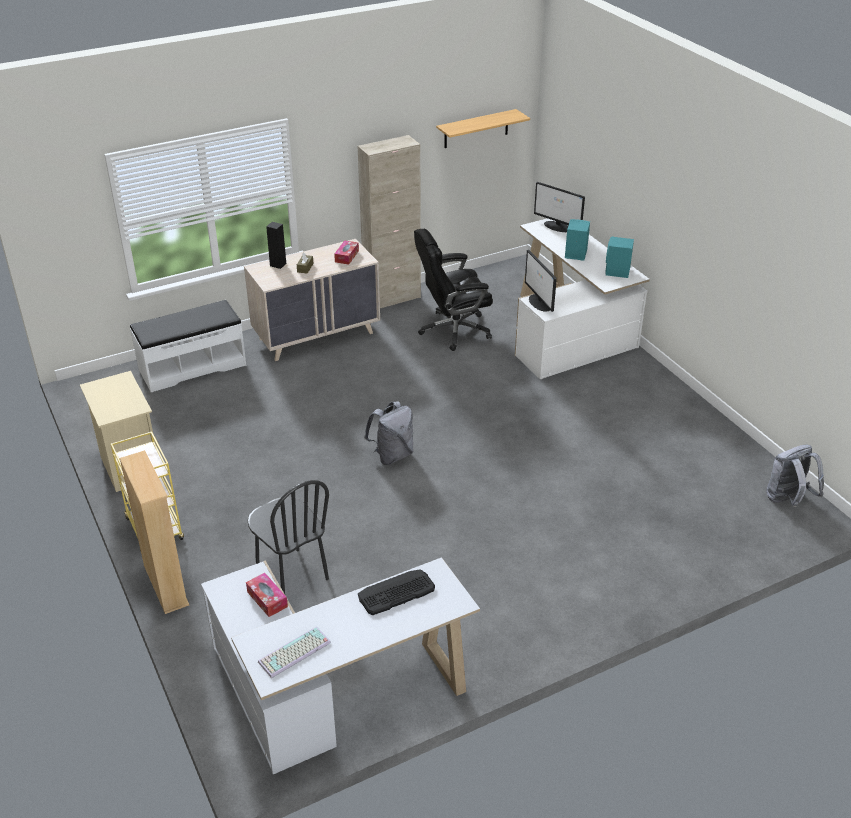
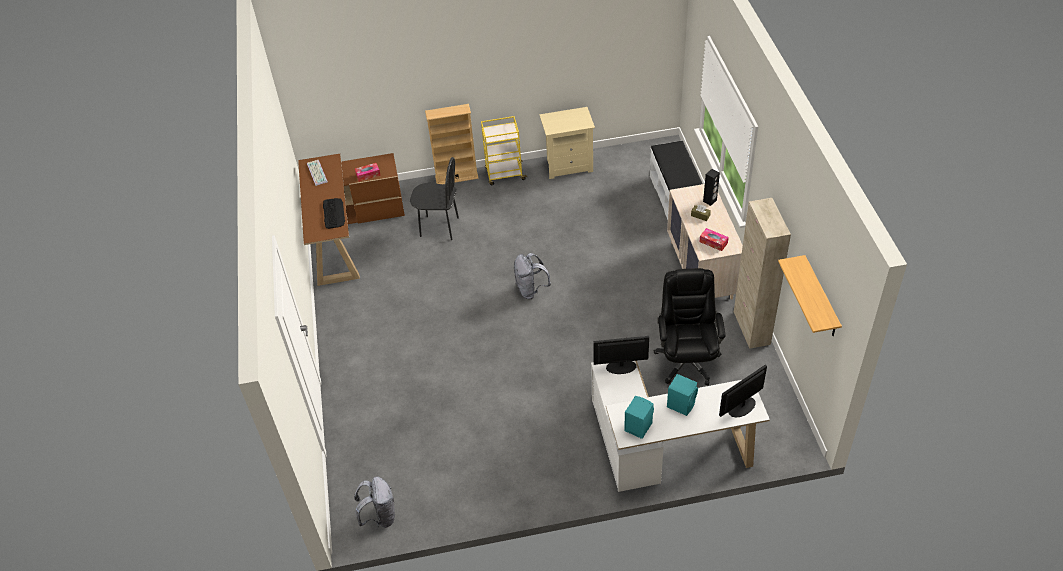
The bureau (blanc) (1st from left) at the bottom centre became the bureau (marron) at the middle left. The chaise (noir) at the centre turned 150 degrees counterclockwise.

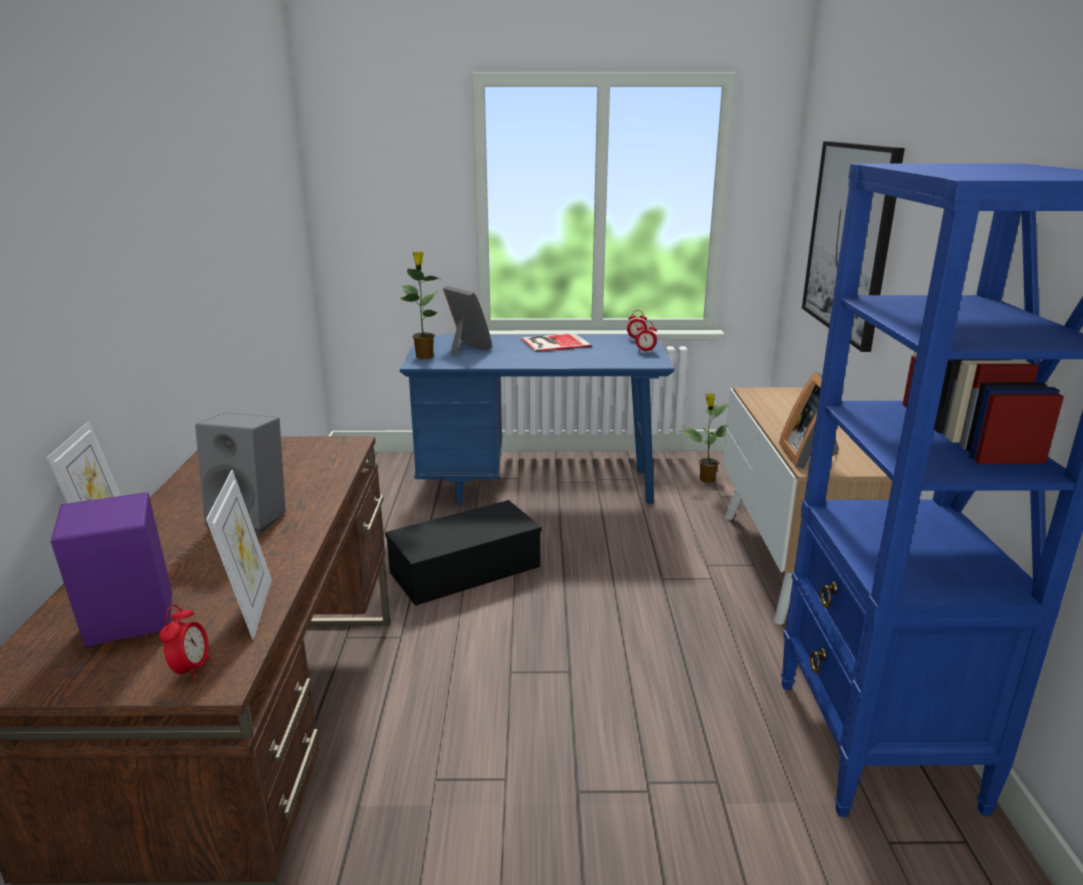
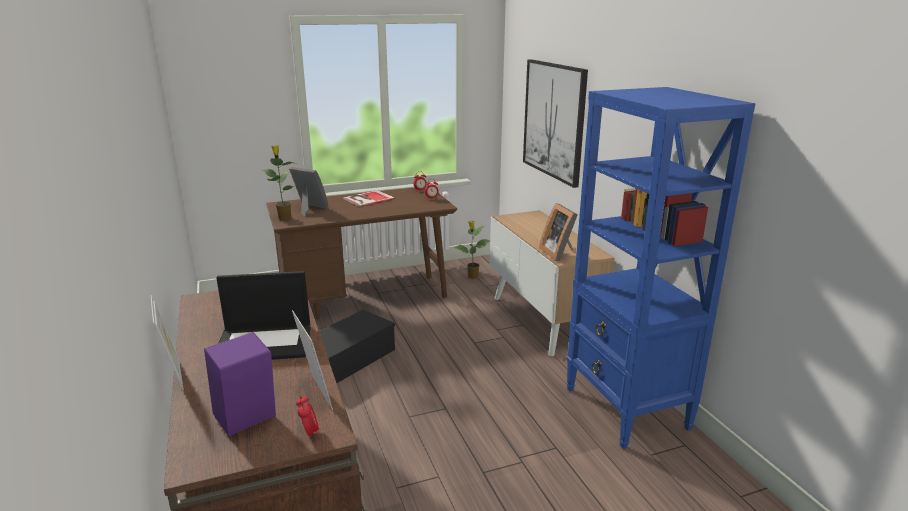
The enceinte (gris) at the middle left was replaced by the ordinateur portable at the middle left. The bureau (bleu) at the centre became the bureau (marron) (2nd from left) at the centre.

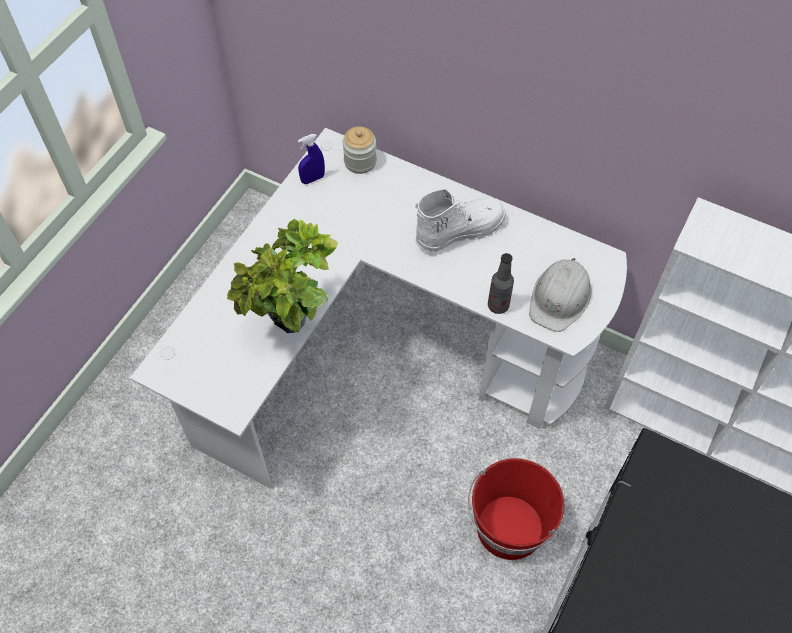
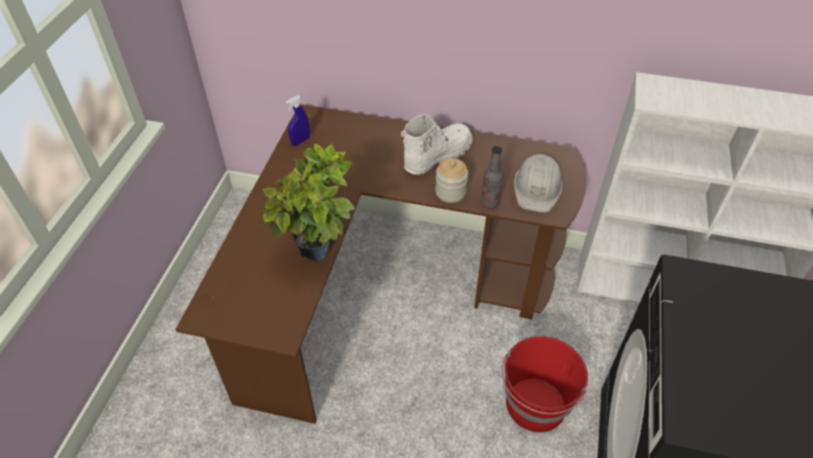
The bureau (blanc) at the centre became the bureau (marron) at the centre. The bocal moved from the top centre to the centre.

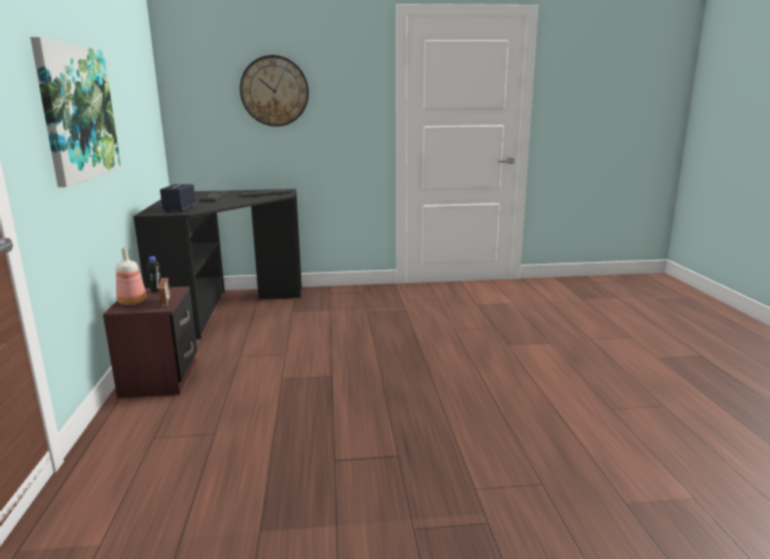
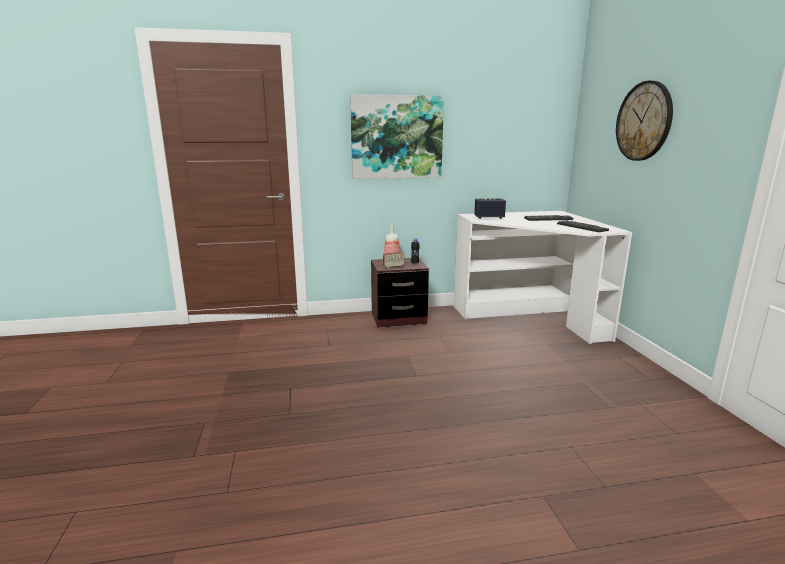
The bureau (noir) at the middle left became the bureau (blanc) at the middle right.

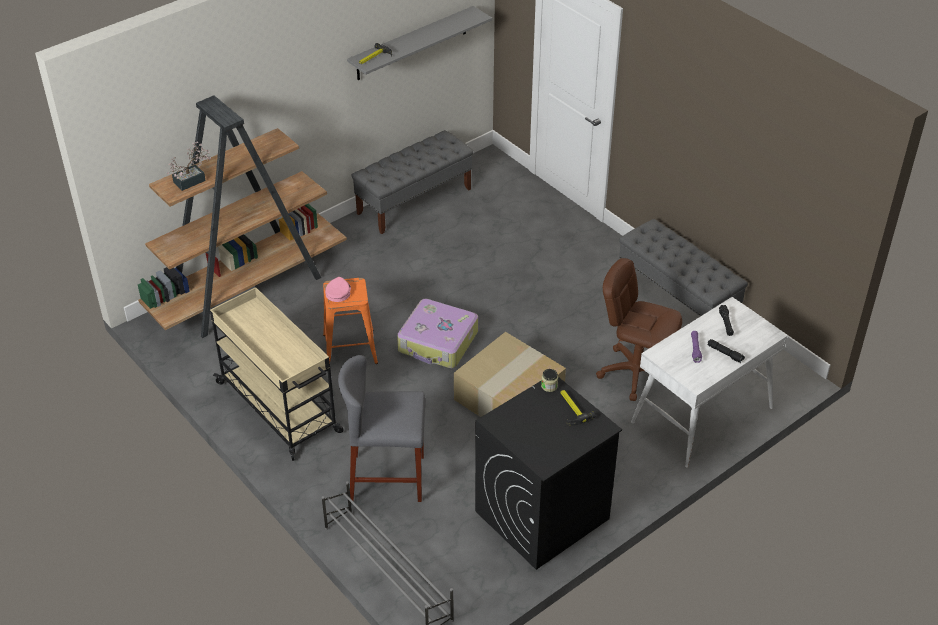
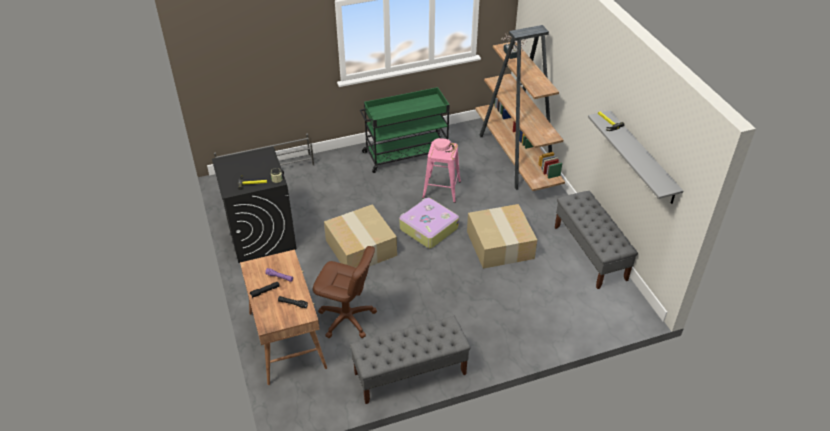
The chariot (beige) at the middle left became the chariot (vert) at the top centre. The tabouret (orange) at the centre became the tabouret (rose) at the centre. The tabouret (gris) at the bottom centre disappeared. The chaise de bureau (marron) at the middle right turned 60 degrees clockwise. The bureau (blanc) at the middle right became the bureau (marron) at the bottom centre. The carton (2nd from left) at the centre appeared.

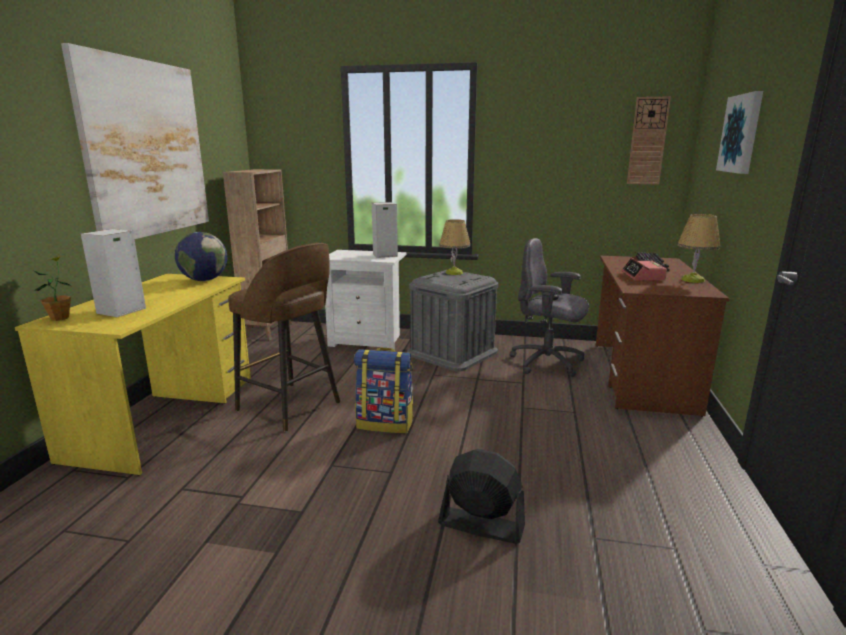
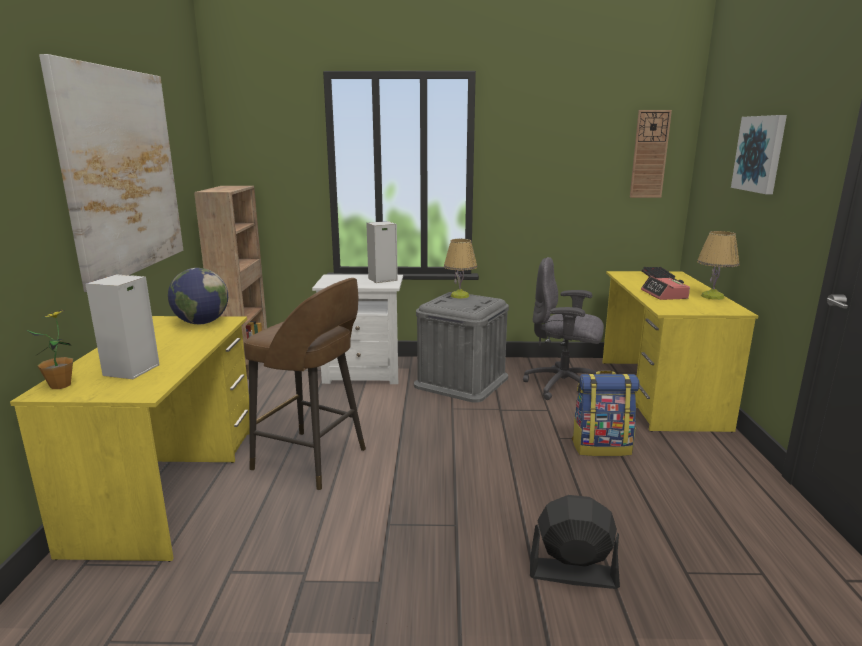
The sac à dos moved from the centre to the middle right. The bureau (marron) at the middle right became the bureau (jaune) (2nd from left) at the middle right.

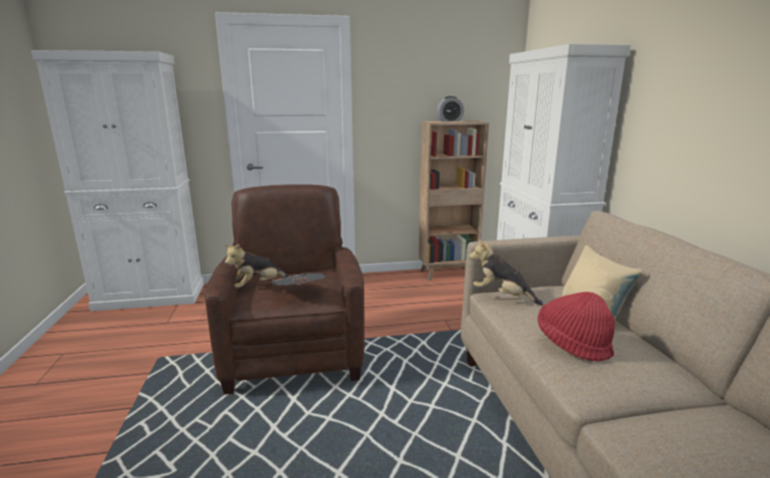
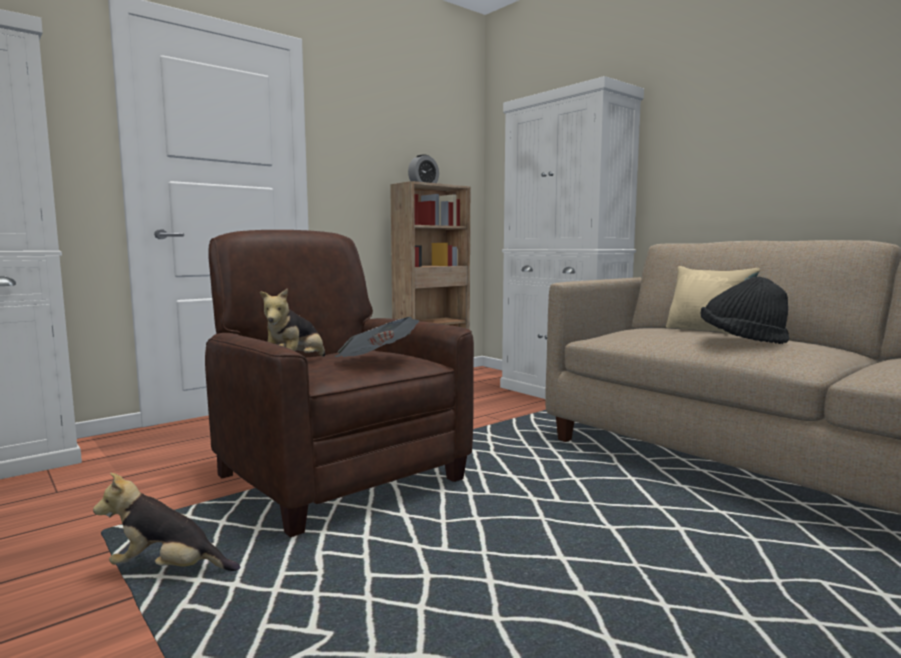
The peluche (2nd from left in the first image) moved from the centre to the bottom left. The chapeau (rouge) at the bottom right became the chapeau (noir) at the middle right.

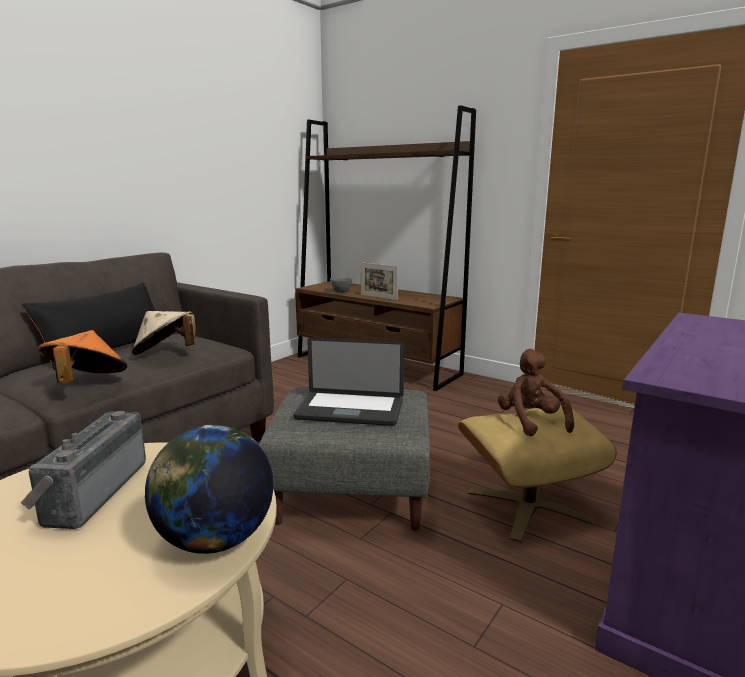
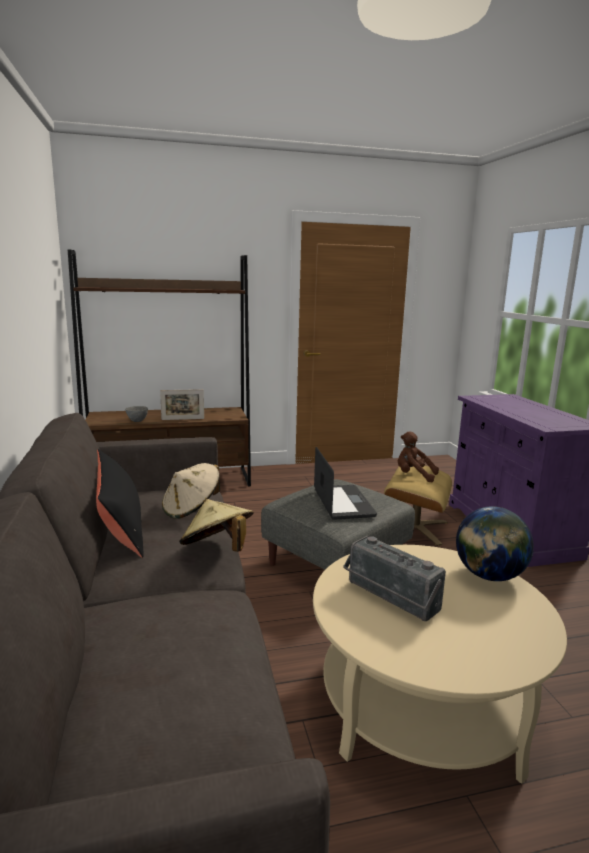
The chapeau (orange) at the middle left became the chapeau (beige) (2nd from left) at the centre. The ordinateur portable at the centre turned 60 degrees counterclockwise.

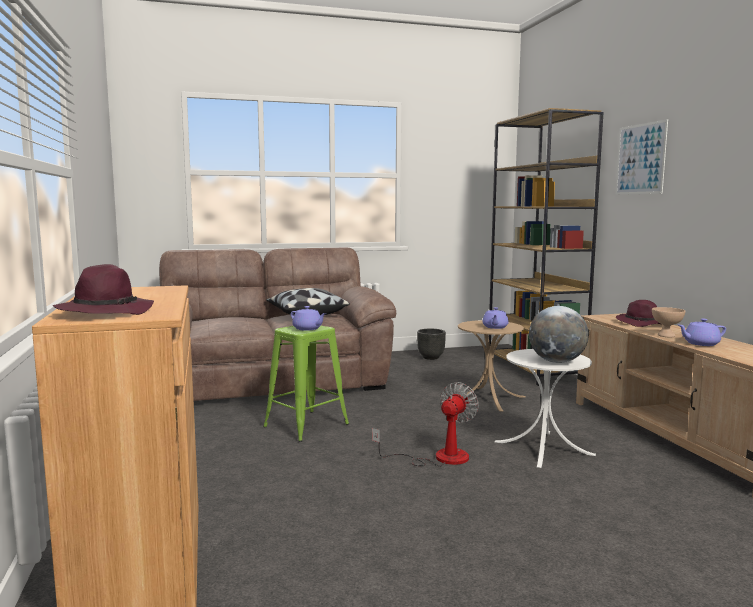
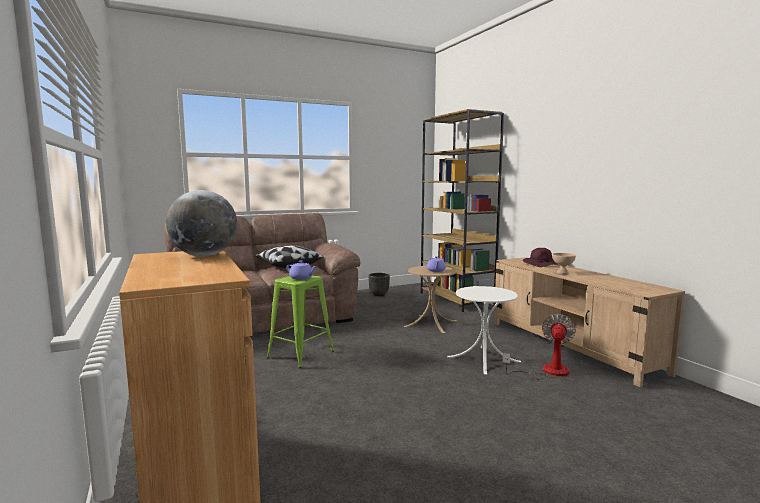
The chapeau (violet) (1st from left) at the middle left disappeared. The ventilateur moved from the bottom centre to the bottom right. The globe moved from the middle right to the middle left. The tableau at the top right disappeared. The théière (violet) (3rd from left) at the middle right disappeared.

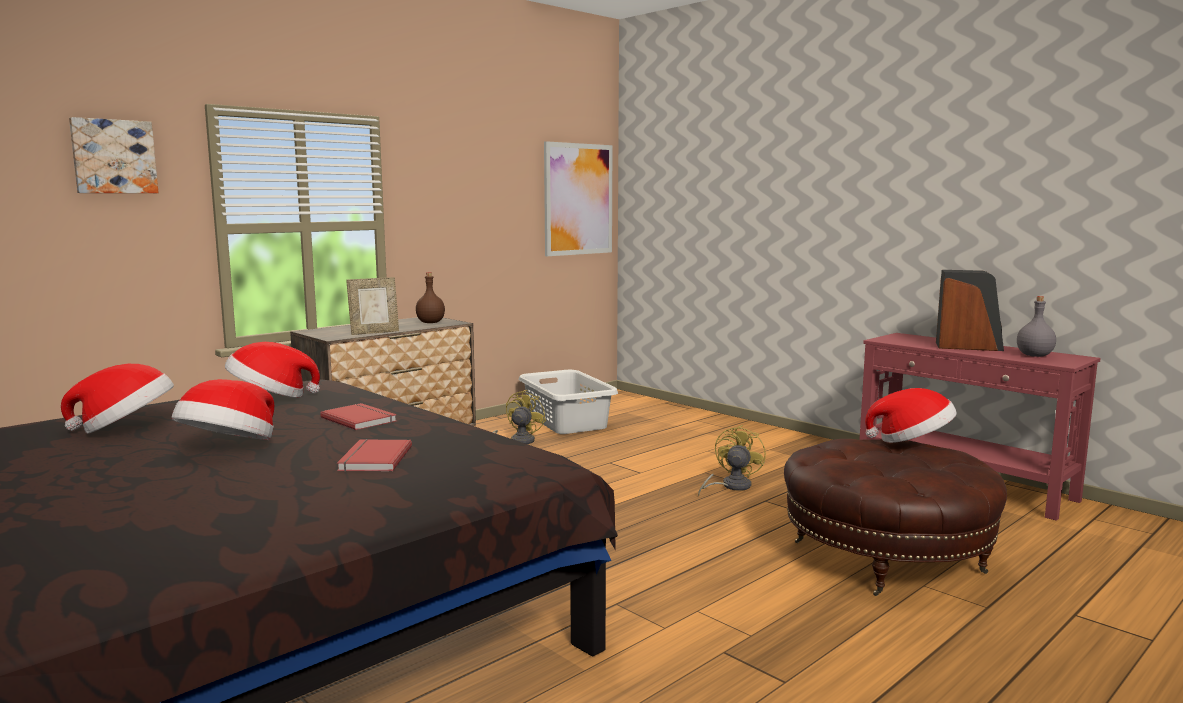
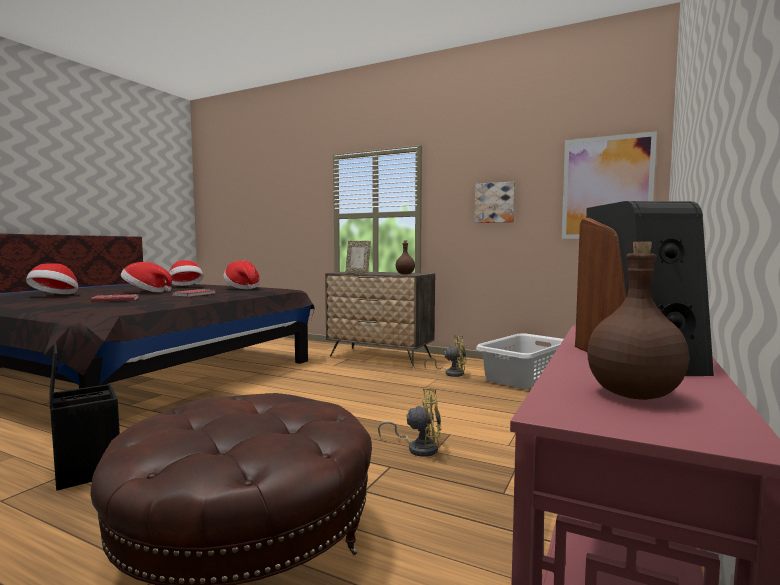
The tableau (1st from left) moved from the top left to the centre. The chapeau (4th from left in the first image) moved from the middle right to the middle left. The bouteille (gris) at the middle right became the bouteille (marron) (2nd from left) at the middle right. The boîte de rangement (noir) at the bottom left appeared.

